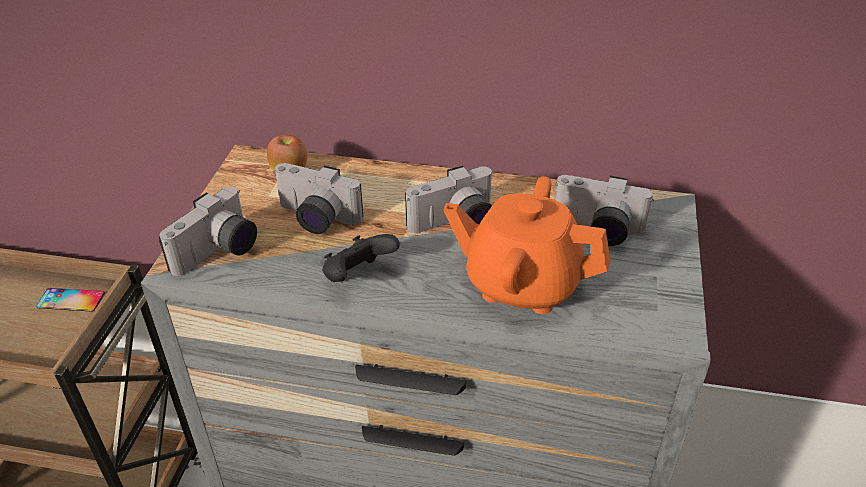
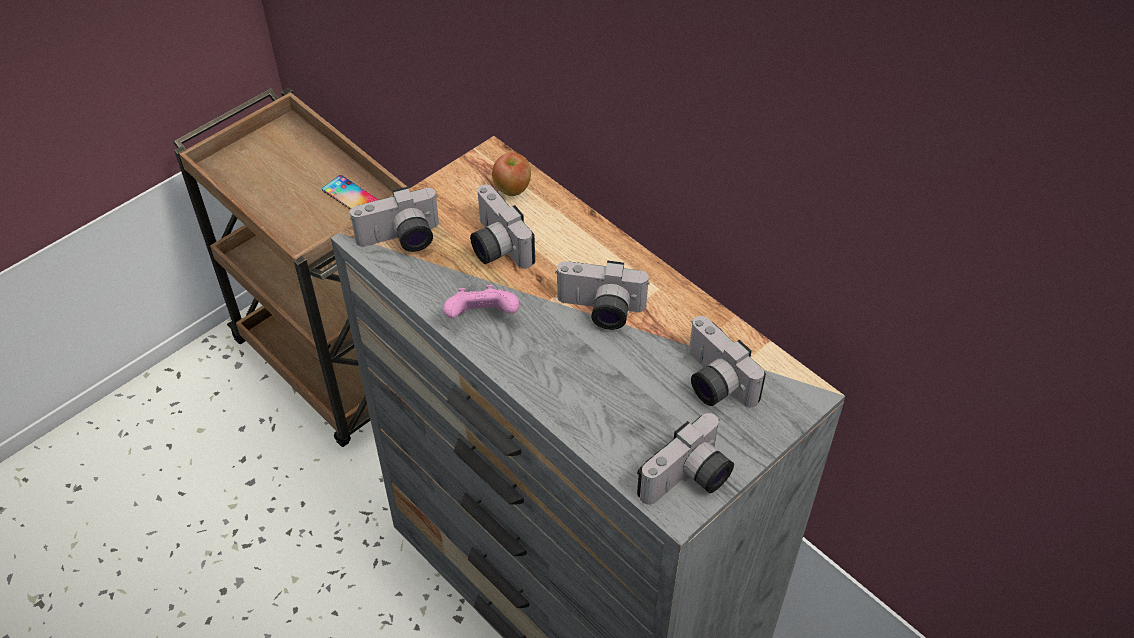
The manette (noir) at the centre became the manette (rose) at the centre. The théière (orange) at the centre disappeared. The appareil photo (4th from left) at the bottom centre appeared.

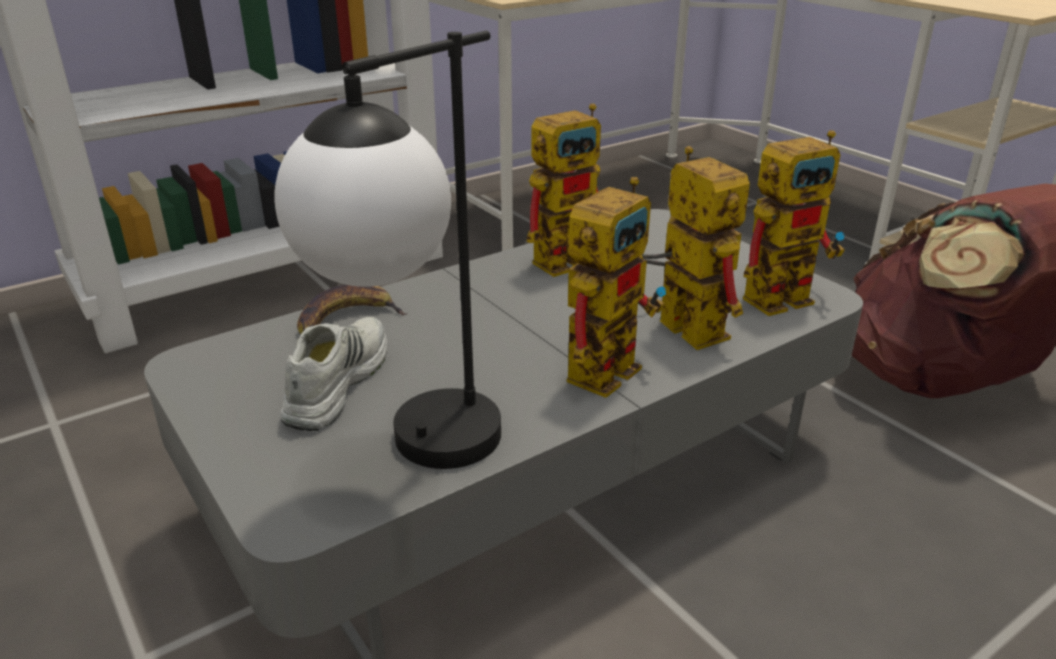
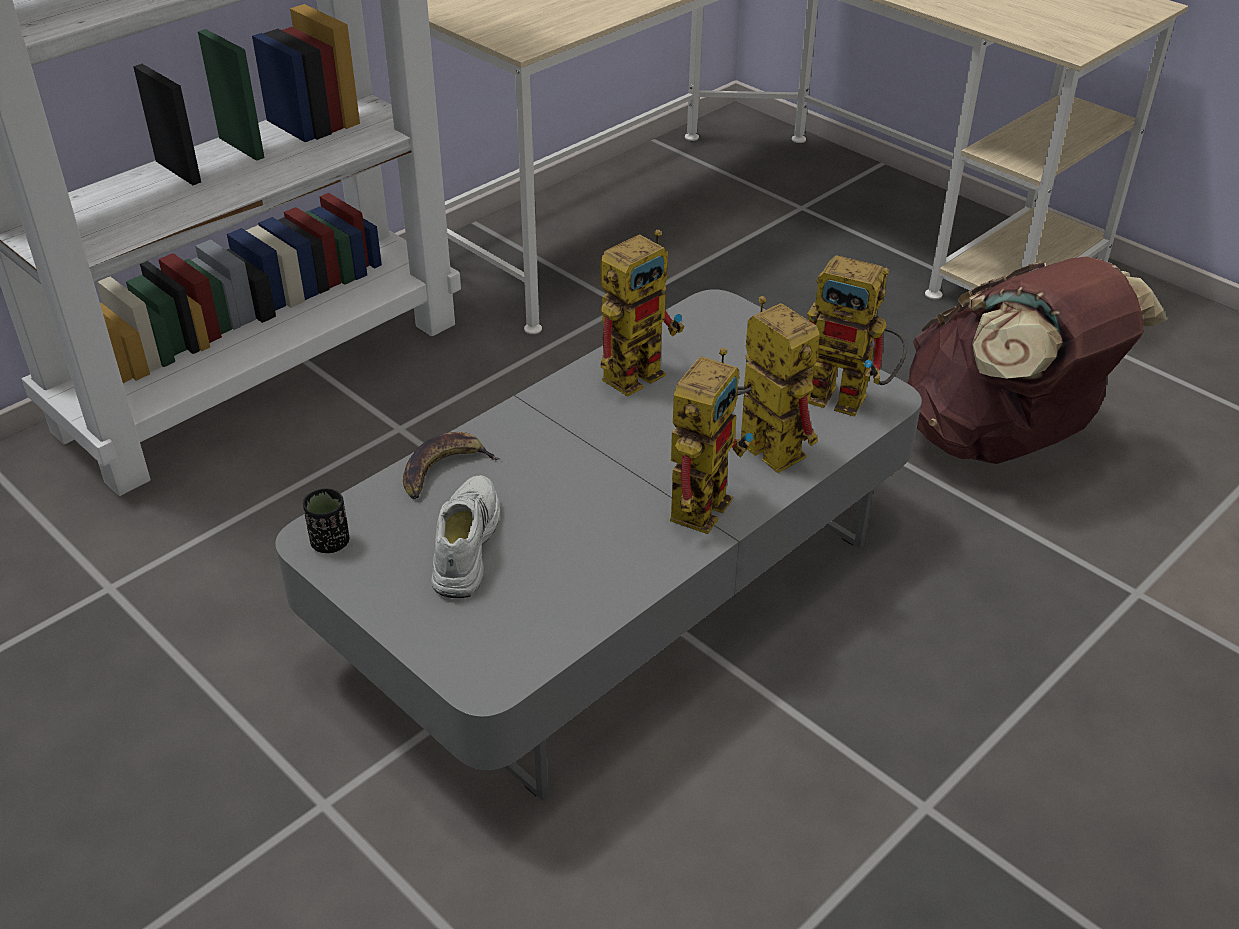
The lampe de table at the centre disappeared. The robot jouet (4th from left) at the middle right turned 60 degrees clockwise. The tasse (noir) at the middle left appeared.

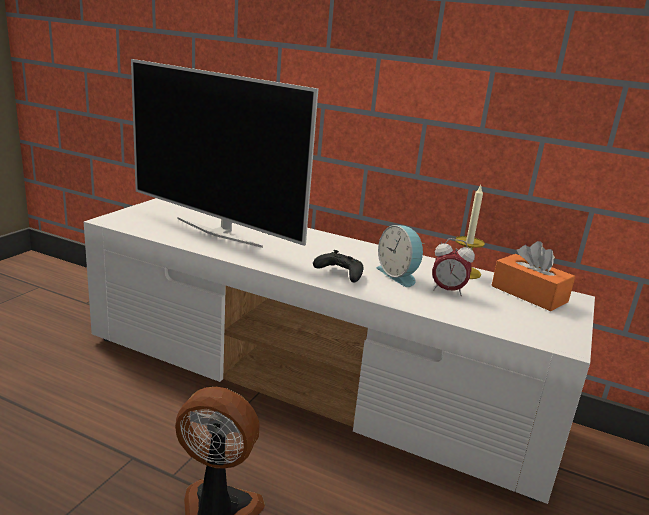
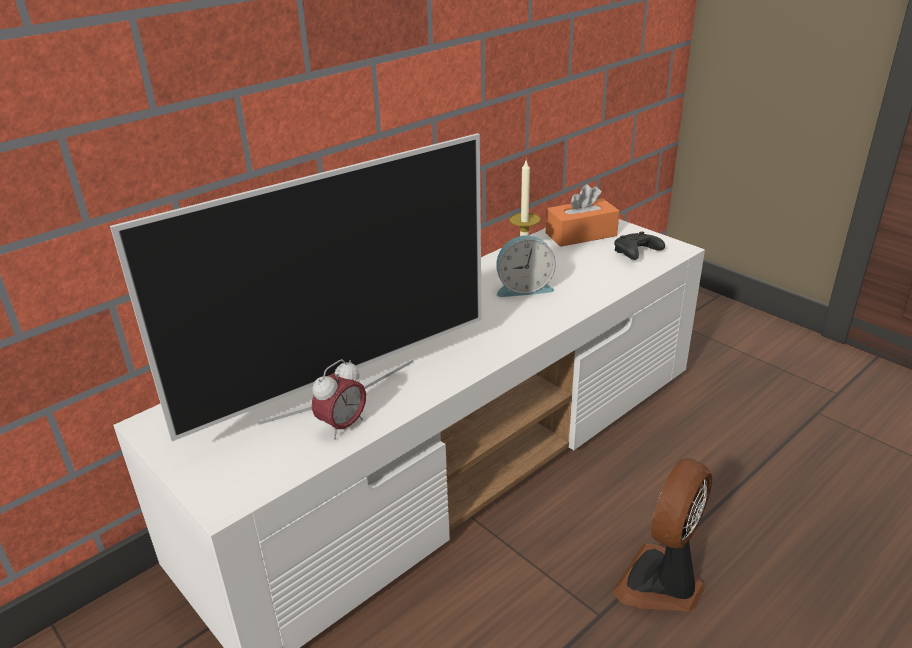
The manette (noir) moved from the centre to the middle right. The réveil (2nd from left in the first image) moved from the middle right to the centre.

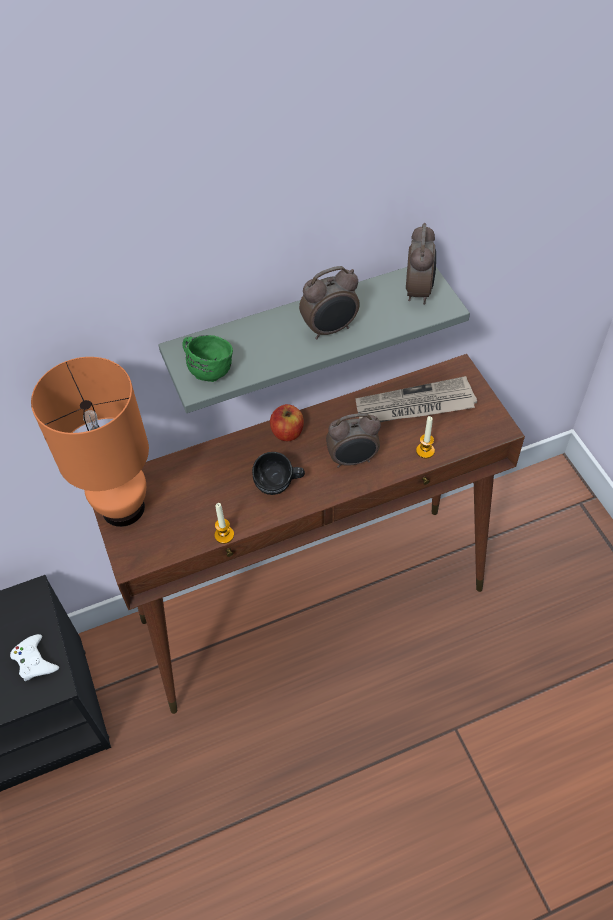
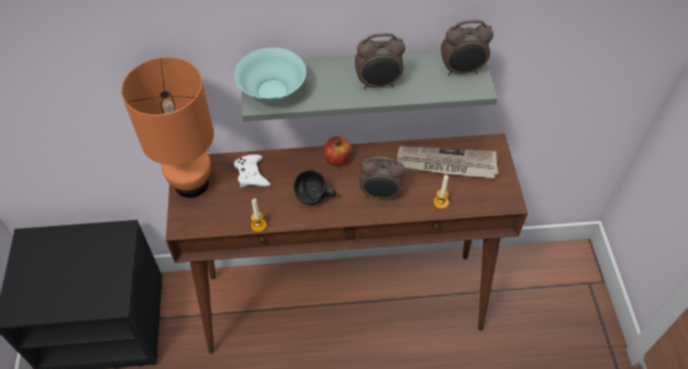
The manette (blanc) moved from the bottom left to the centre. The mug (vert) at the centre was replaced by the bol (turquoise) at the top centre. The réveil (3rd from left) at the top right turned 60 degrees clockwise.

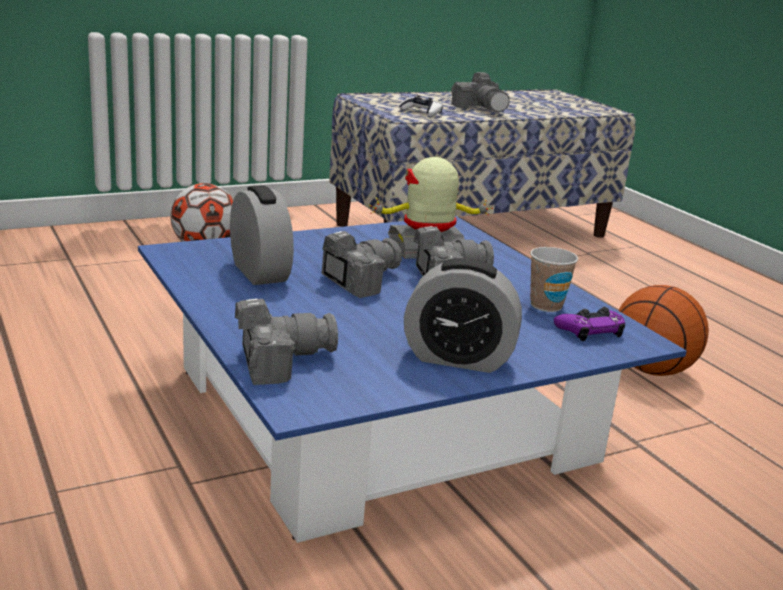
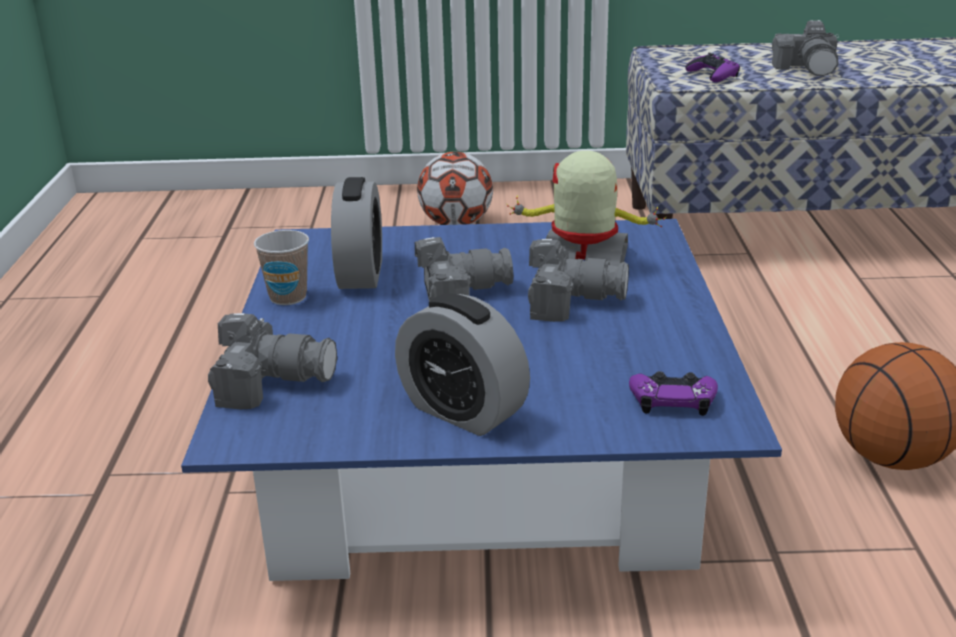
The manette (blanc) at the top centre became the manette (violet) (2nd from left) at the top right. The tasse moved from the middle right to the middle left.

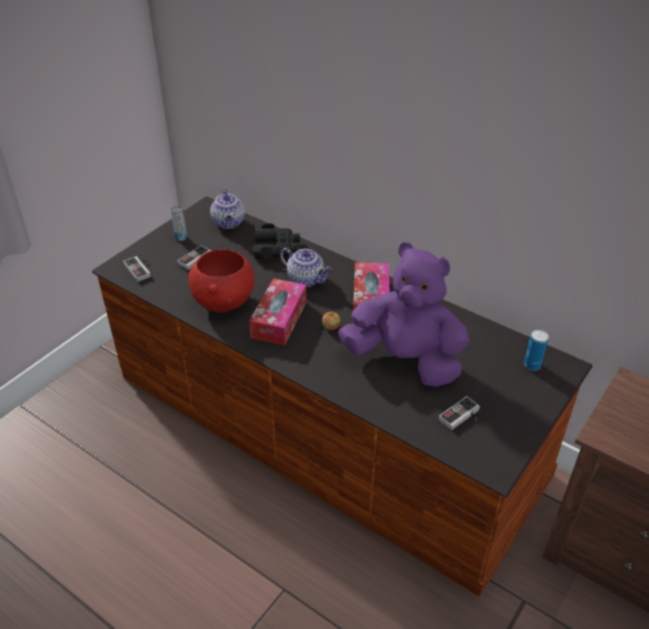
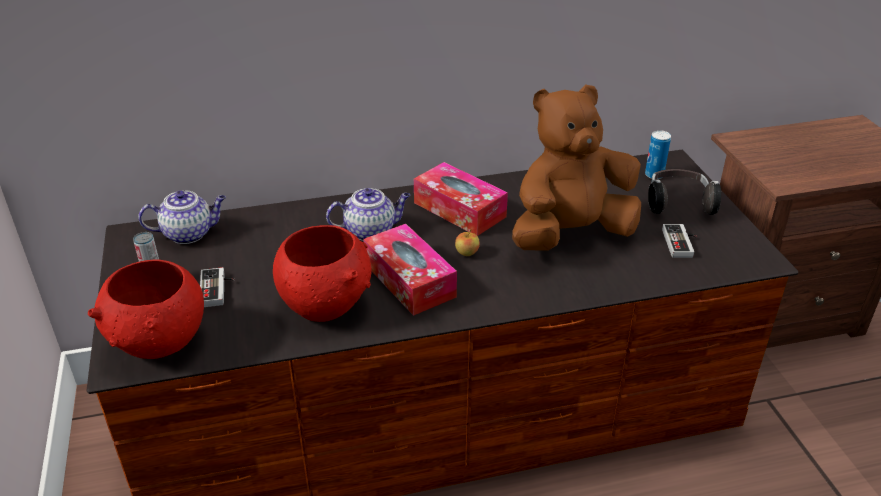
The manette (1st from left) at the middle left was replaced by the bol (rouge) (1st from left) at the middle left. The théière (1st from left) at the top centre turned 45 degrees counterclockwise. The jumelles (noir) at the centre disappeared. The peluche (violet) at the centre became the peluche (marron) at the centre. The casque audio at the middle right appeared.

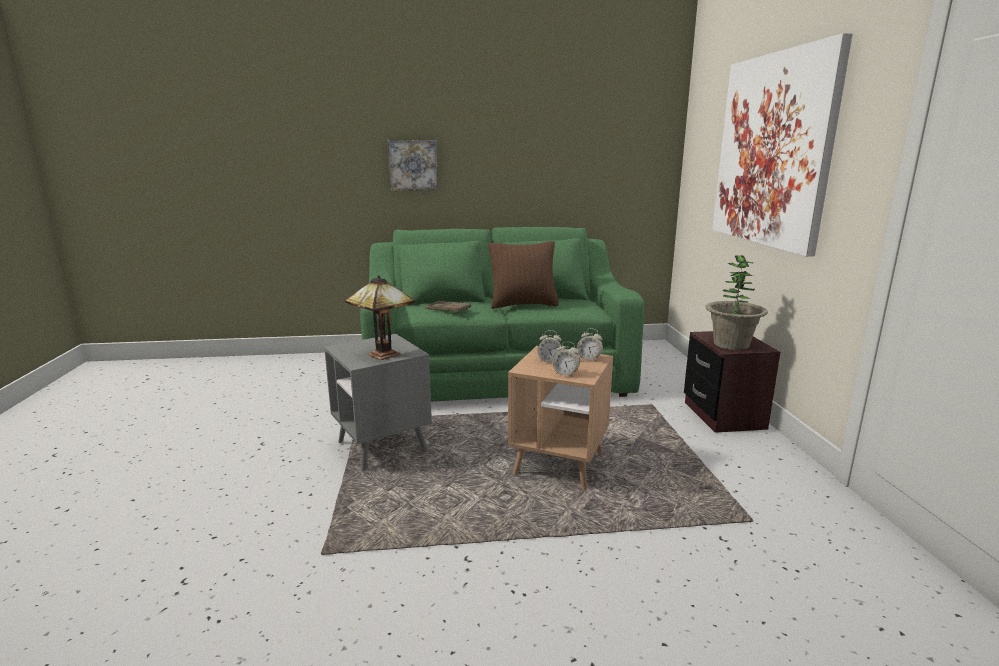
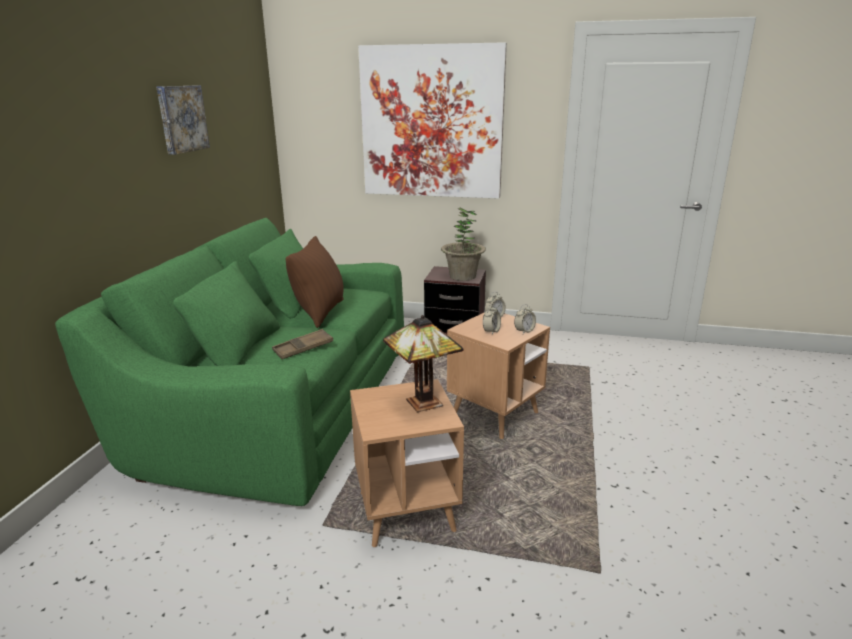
The table d'appoint (gris) at the centre became the table d'appoint (marron) (1st from left) at the bottom centre. The tableau (1st from left) moved from the top centre to the top left.

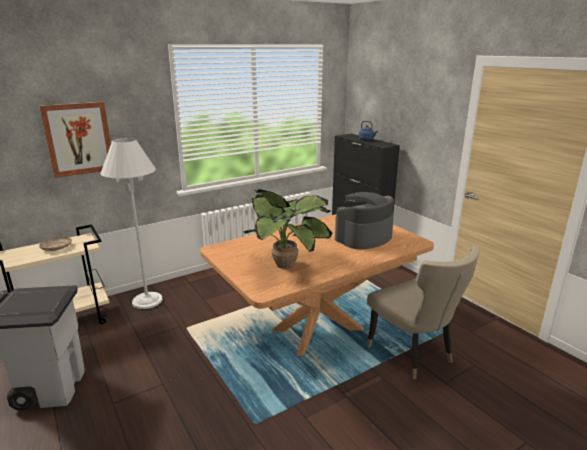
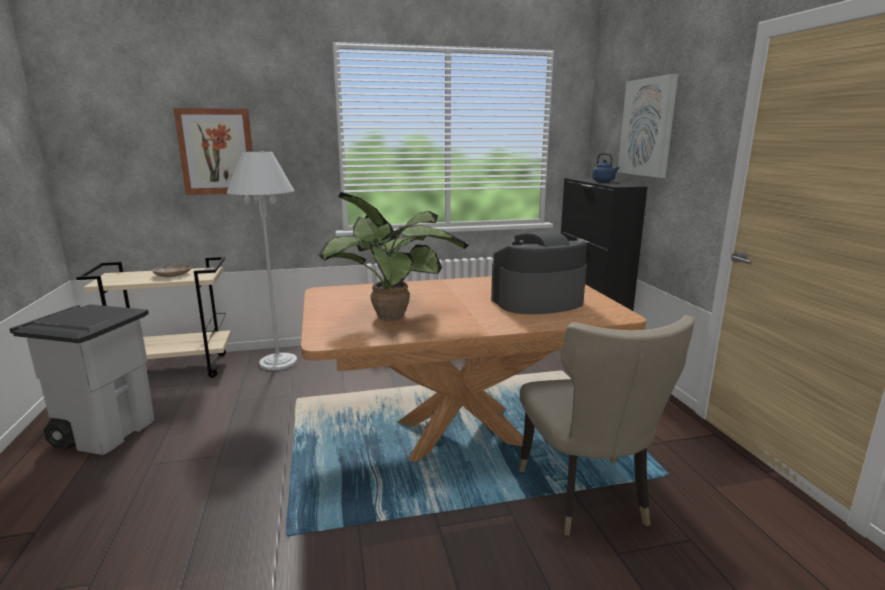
The tableau (2nd from left) at the top right appeared.

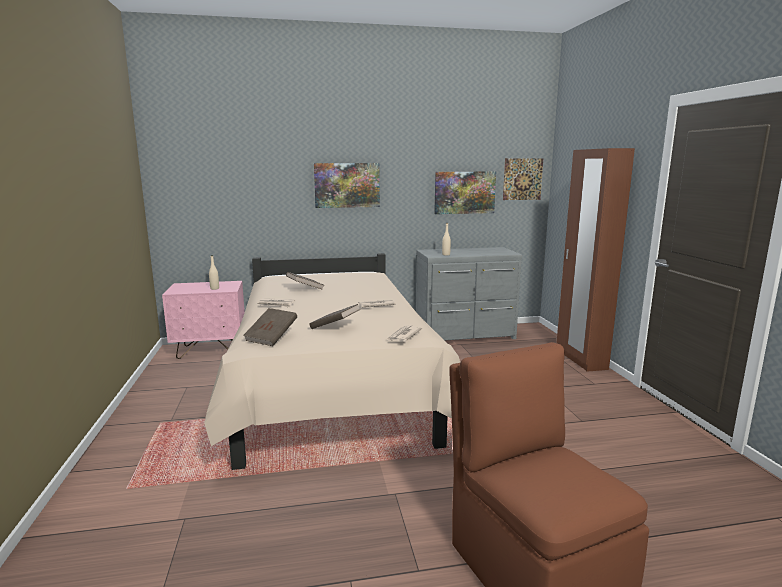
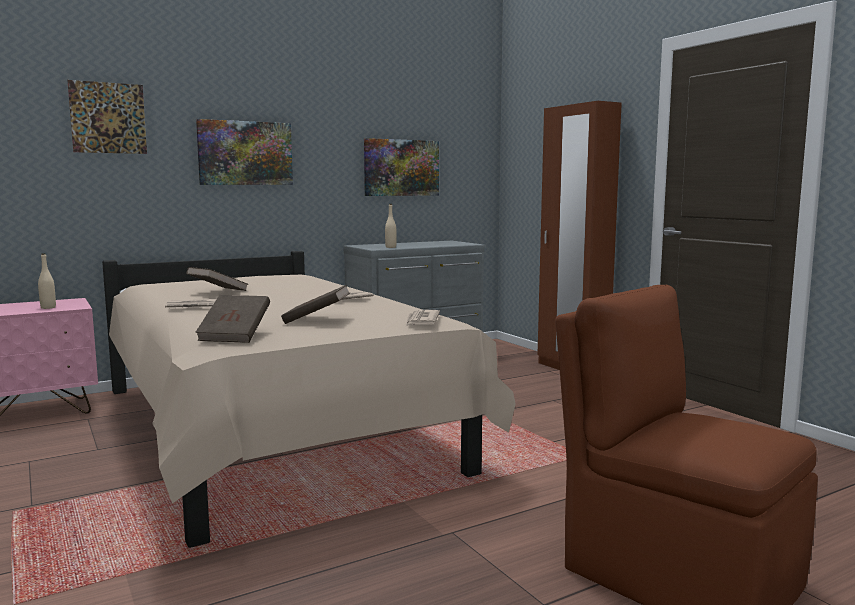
The tableau (3rd from left in the first image) moved from the top right to the top left.

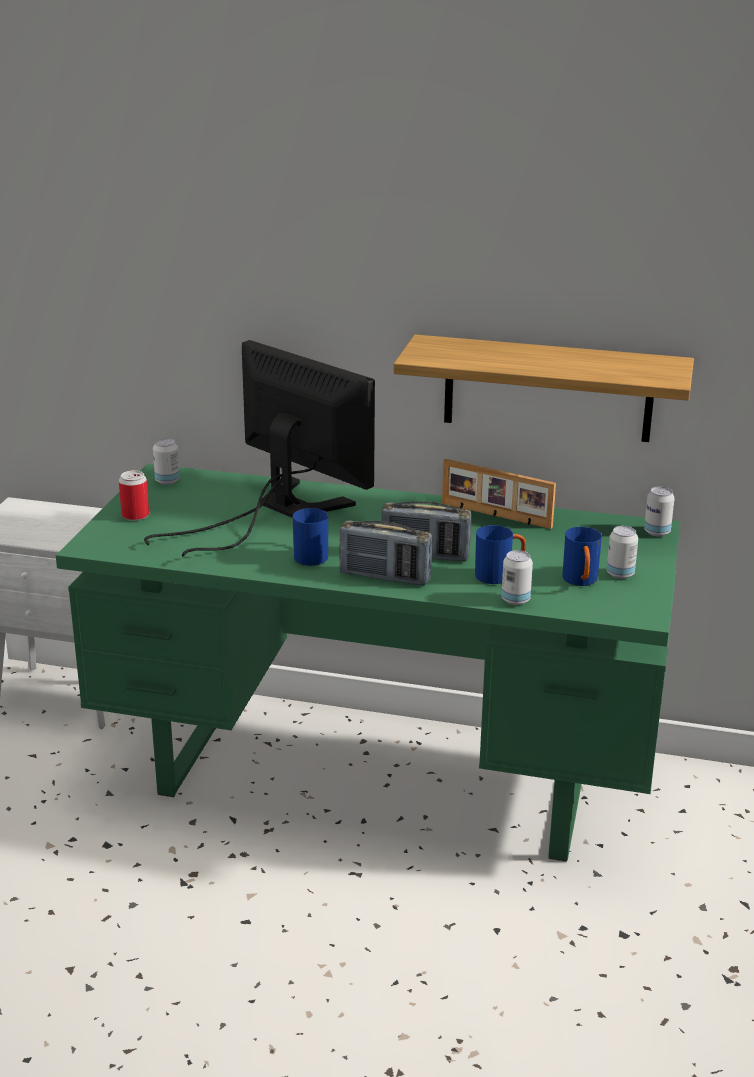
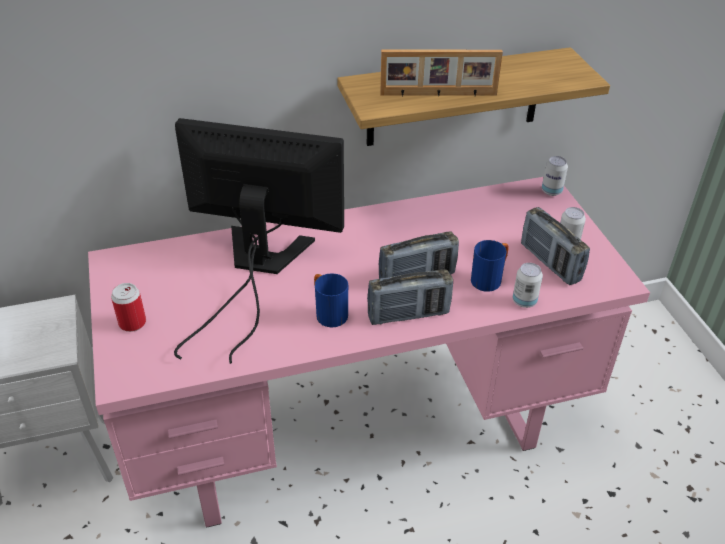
The bureau (vert) at the centre became the bureau (rose) at the centre. The boîte métallique (2nd from left) at the middle left disappeared. The cadre photo moved from the centre to the top centre. The mug (bleu) (3rd from left) at the middle right was replaced by the radio (3rd from left) at the middle right.

